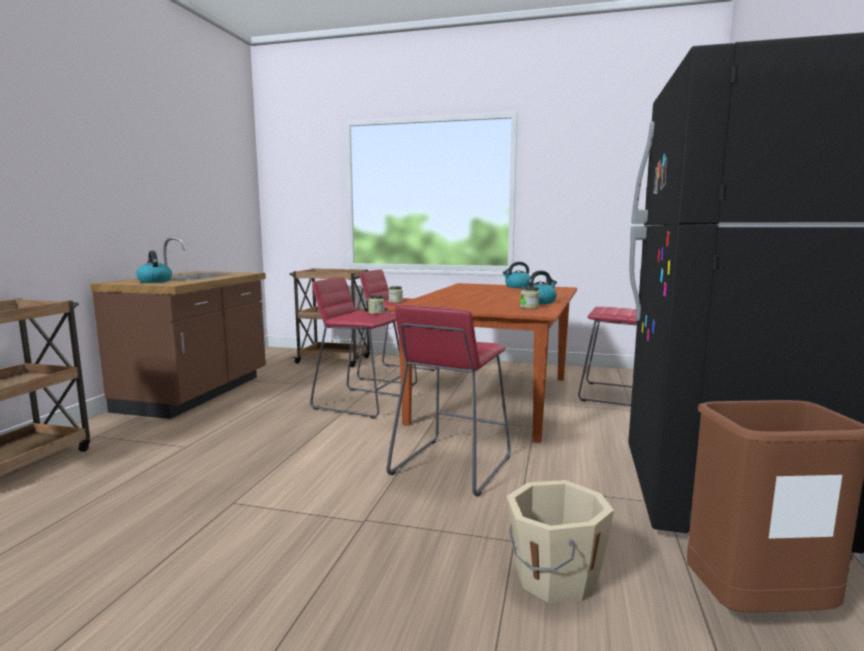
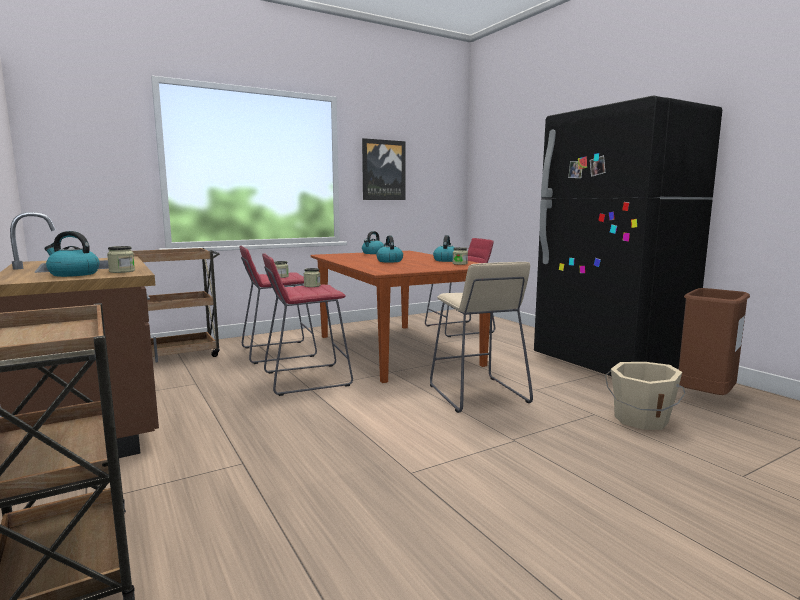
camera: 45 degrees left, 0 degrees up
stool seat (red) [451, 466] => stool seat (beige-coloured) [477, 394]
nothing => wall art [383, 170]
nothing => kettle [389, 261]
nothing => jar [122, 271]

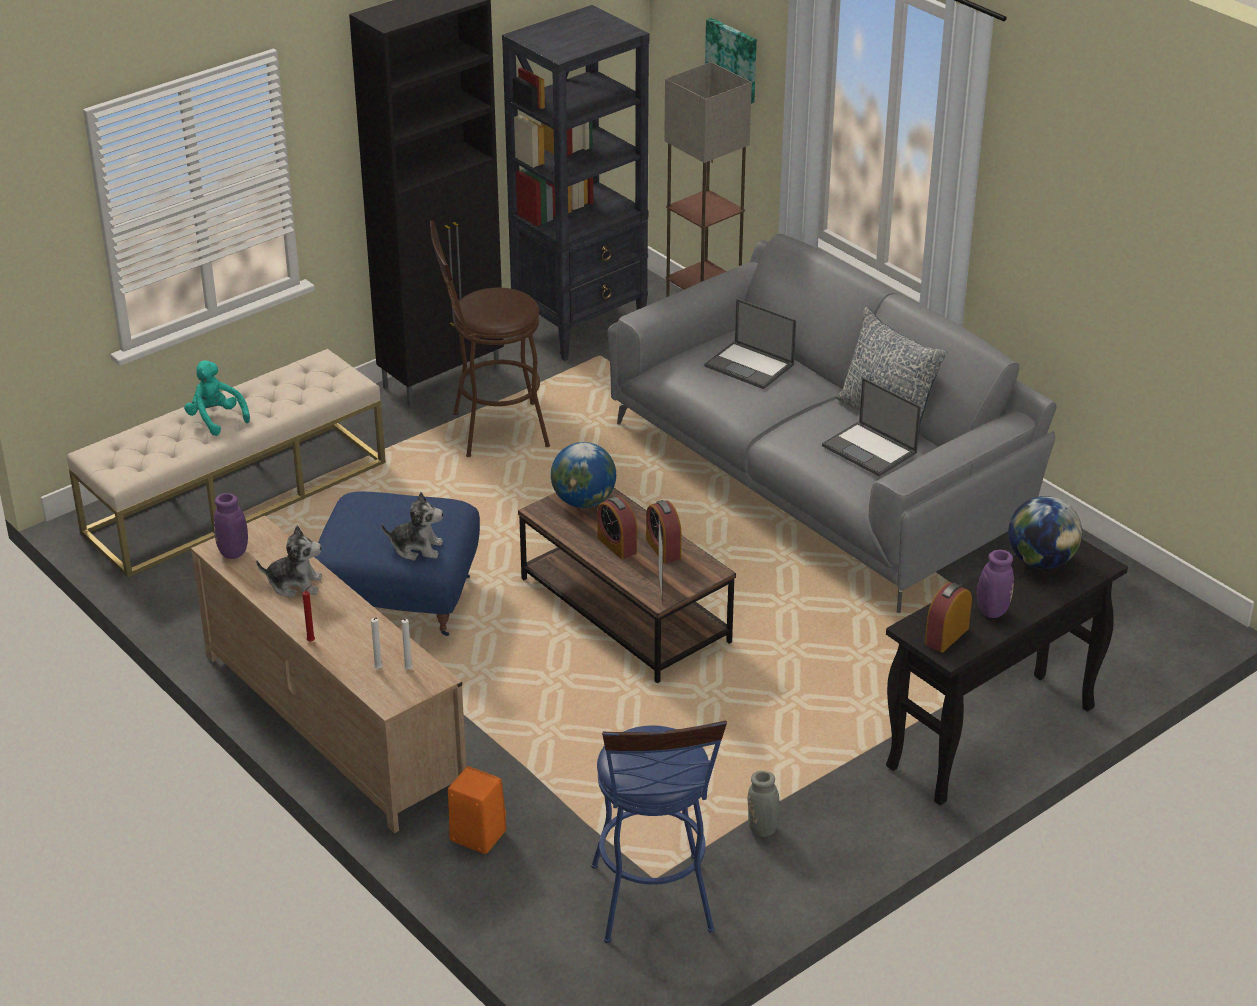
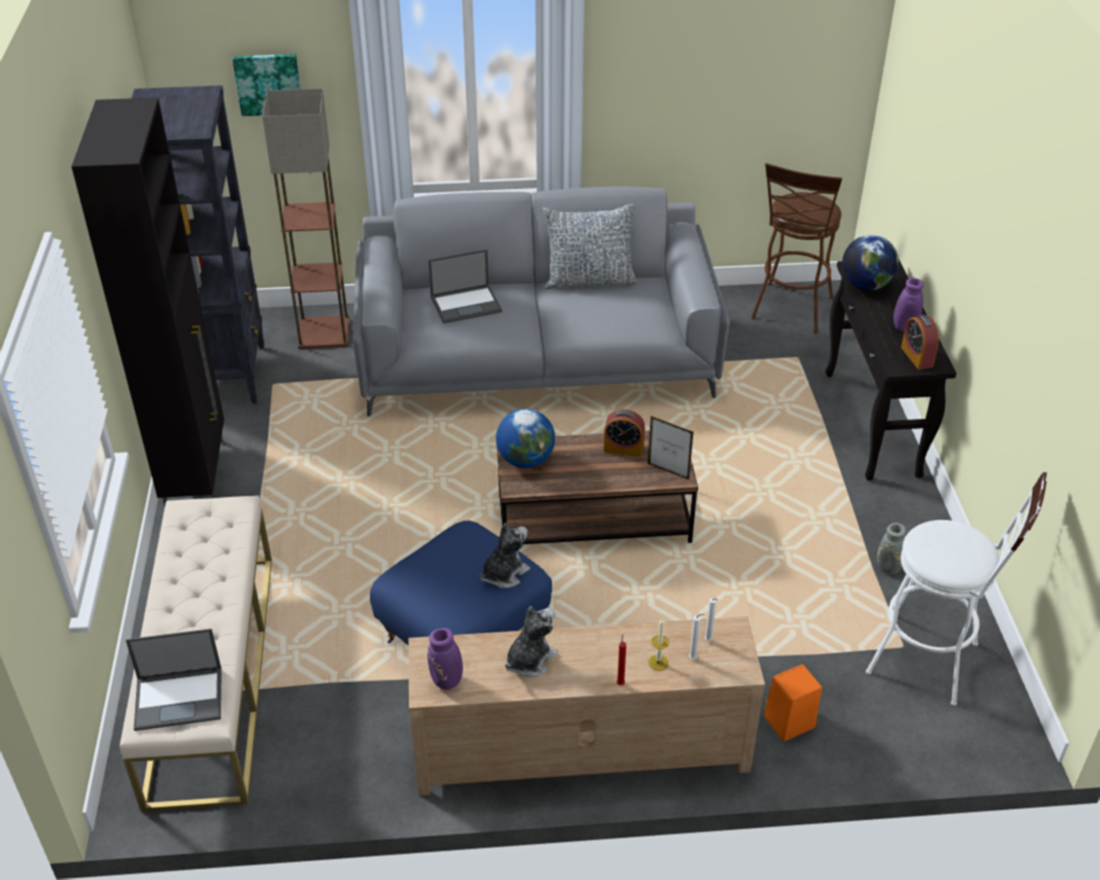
camera: 55 degrees left, 5 degrees up
stool seat (brown-coloured) [491, 431] => stool seat (brown-coloured) [790, 312], moved
soft toy (turquoise) [216, 419] => nothing
notebook computer [870, 450] => notebook computer [180, 698], moved
table clock [617, 545] => nothing
stool seat (blue) [654, 907] => stool seat (white) [933, 661]
nothing => wax candle [658, 662]

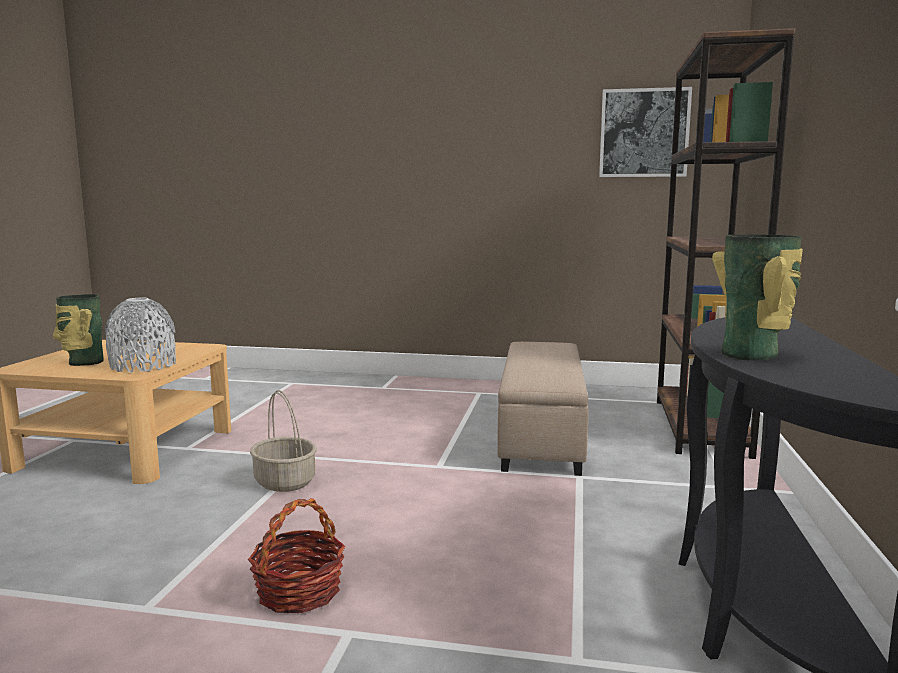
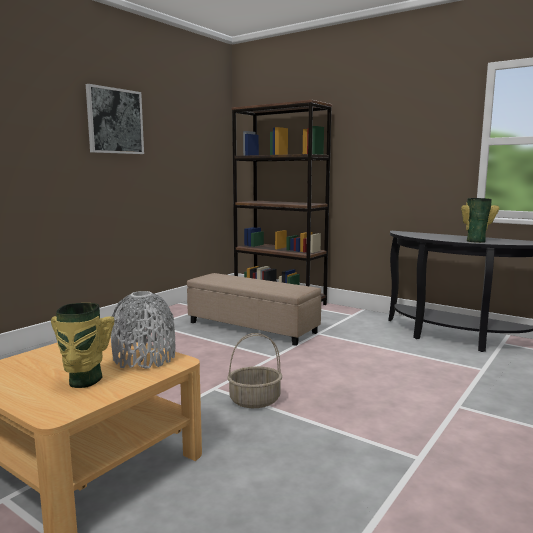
camera: 65 degrees left, 0 degrees up
wall art [644, 133] => wall art [115, 121], moved
storage basket [299, 592] => nothing

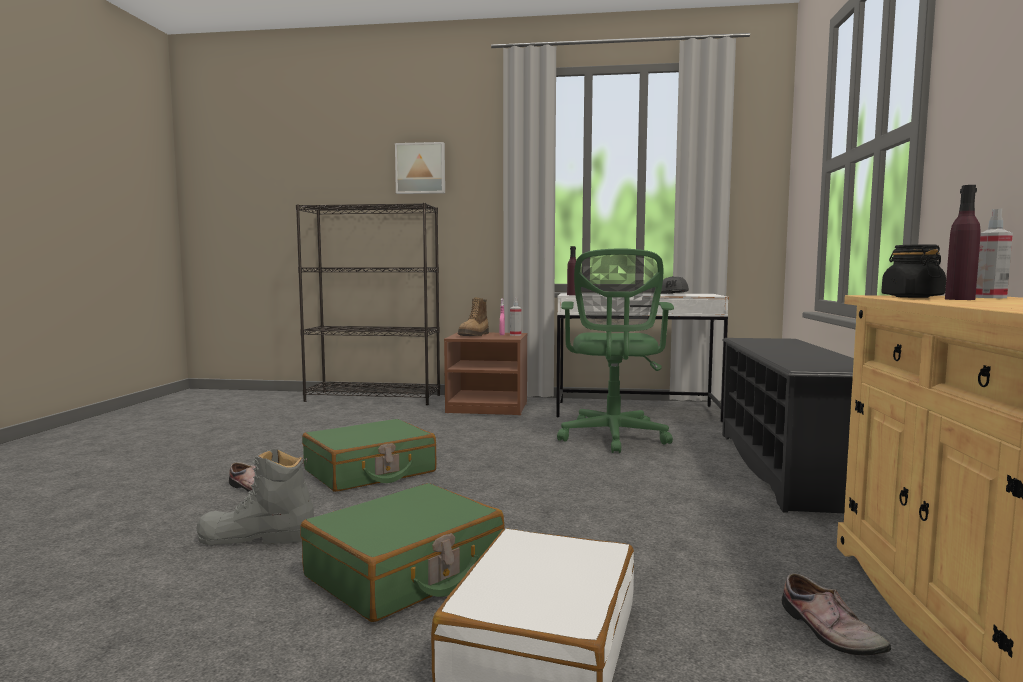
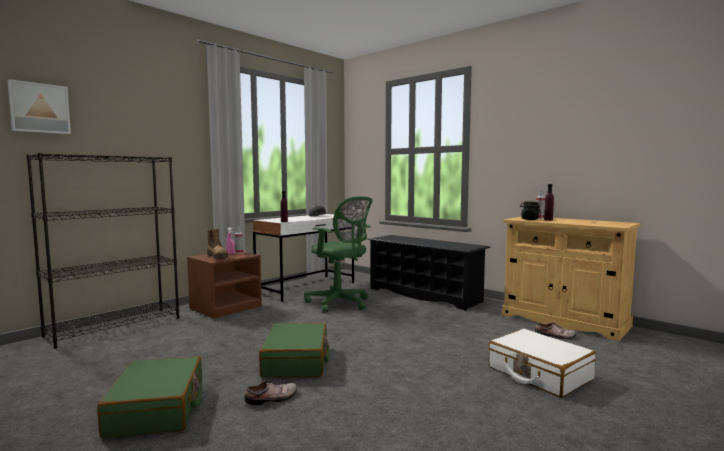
camera: 55 degrees left, 0 degrees up
wall art [420, 168] => wall art [39, 108], moved
tall boot (gray) [256, 537] => nothing
piece of luggage (green) [406, 572] => piece of luggage (green) [157, 409], moved

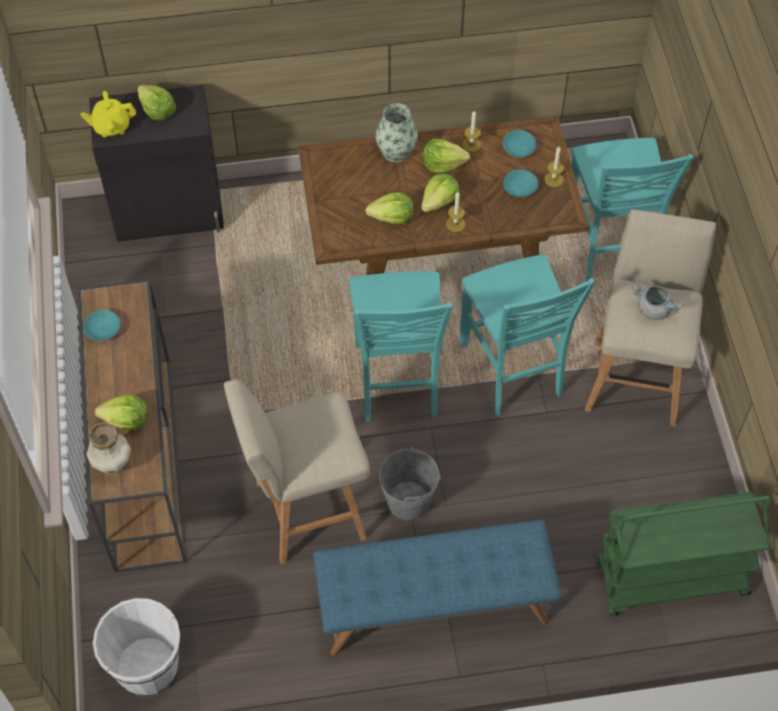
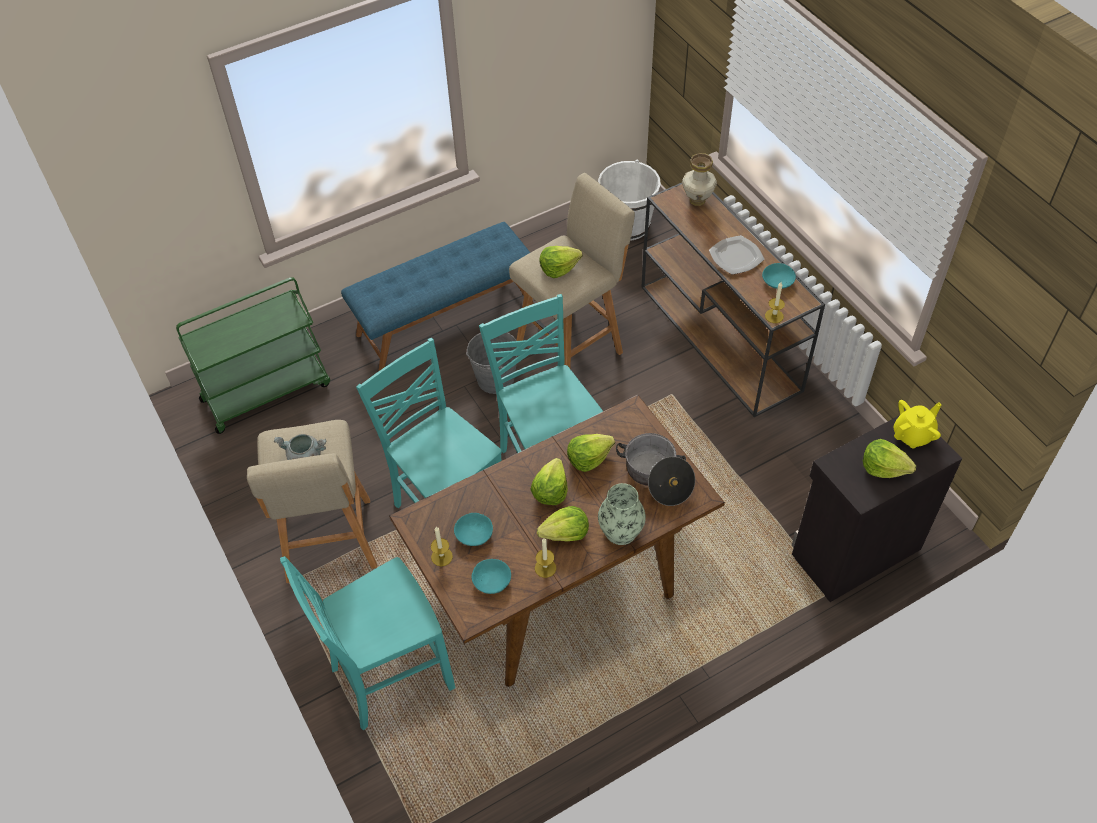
camera: 160 degrees right, 5 degrees down
plain chair (turquoise) [609, 249] => plain chair (turquoise) [388, 676], 90 degrees counterclockwise
wax candle [455, 224] => wax candle [774, 316], moved
lettuce head [126, 420] => lettuce head [558, 268], moved
nothing => plate [735, 256]
nothing => cooking pot [656, 477]

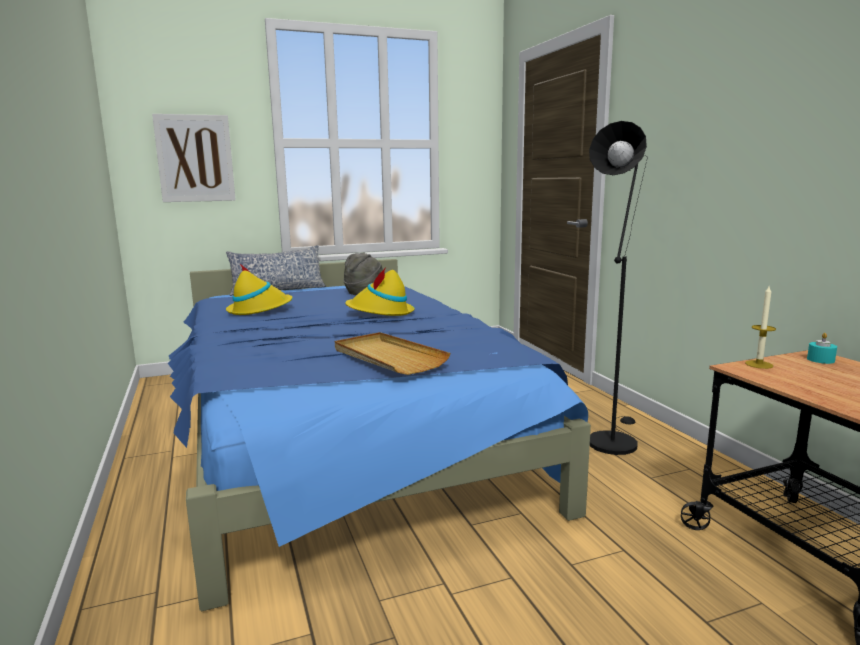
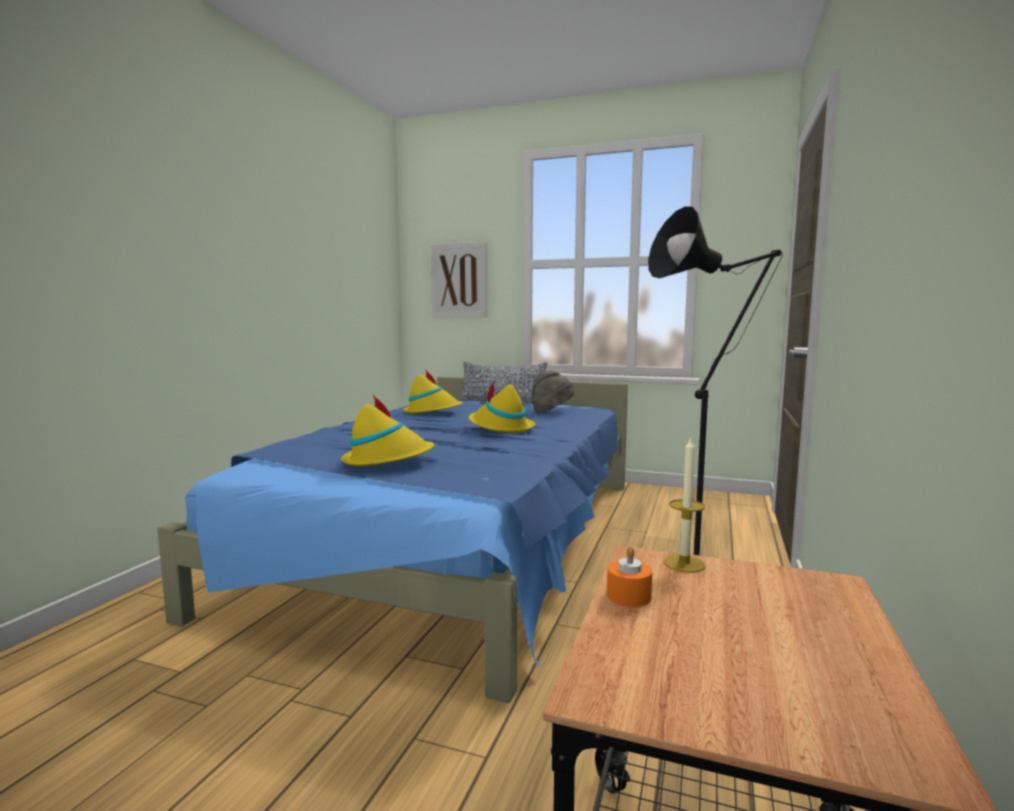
camera: 40 degrees right, 5 degrees down
carrying tray (beige-coloured) [388, 357] => clothing hat (yellowish) [387, 460]
wax candle (turquoise) [820, 360] => nothing
nothing => wax candle (orangey) [628, 596]

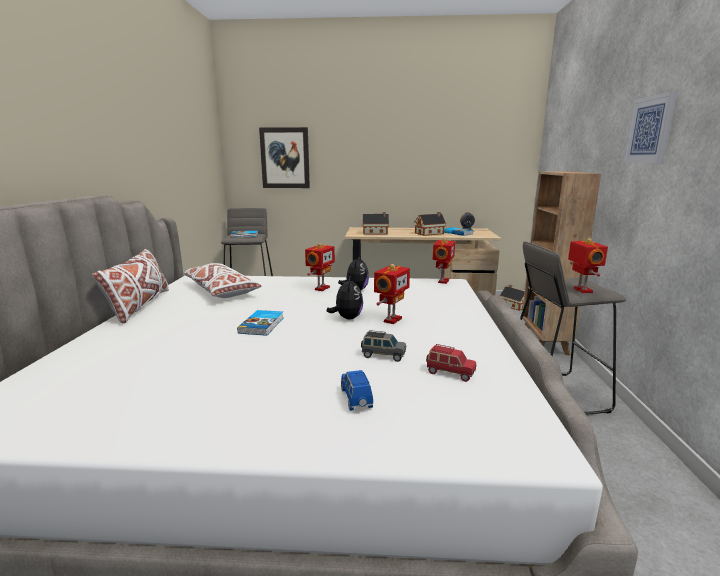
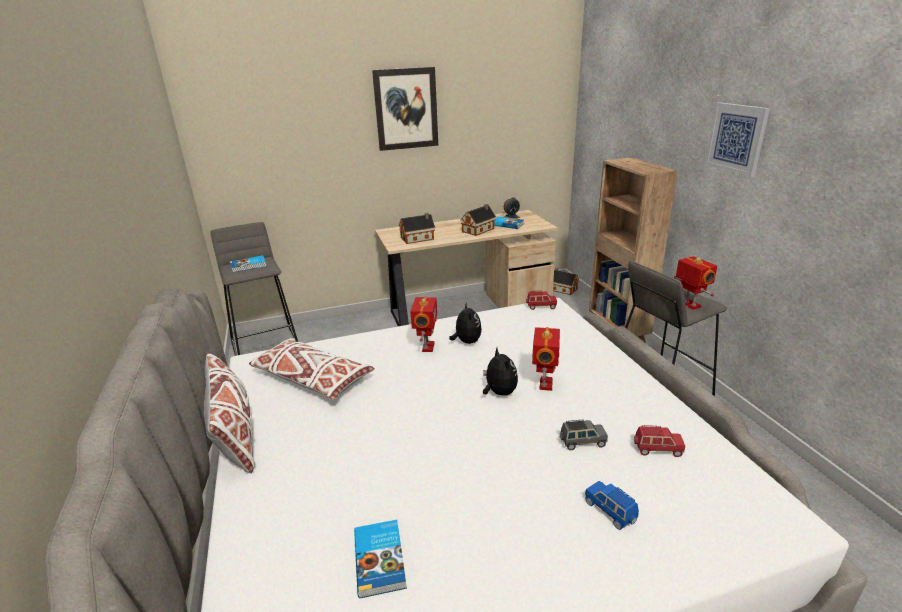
camera: 20 degrees left, 10 degrees up
wall art [285, 158] => wall art [406, 109], moved
robot figure [442, 281] => toy car (red) [541, 306]
book [262, 325] => book [381, 559], moved

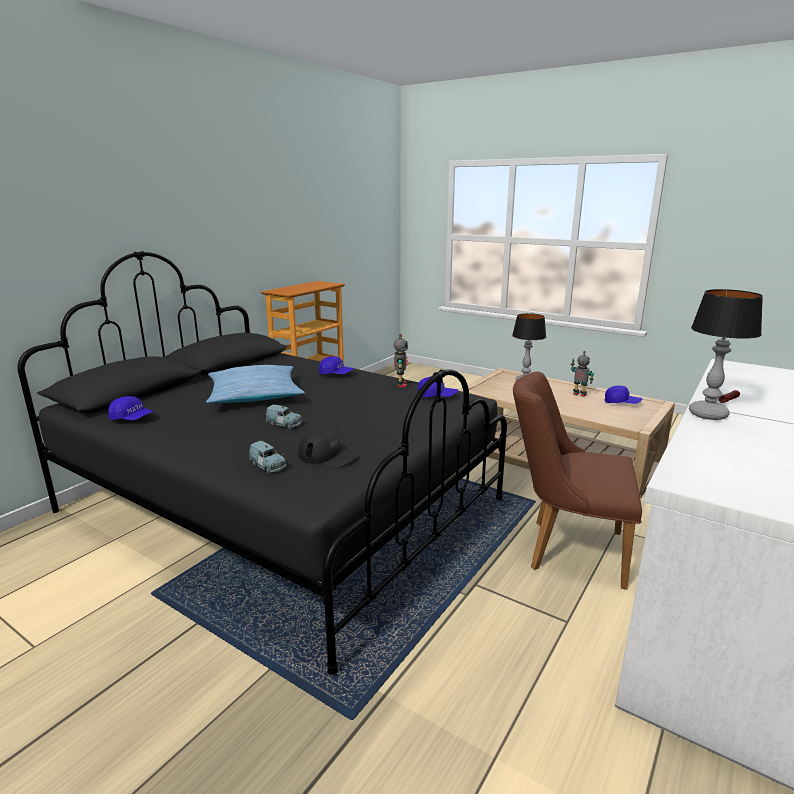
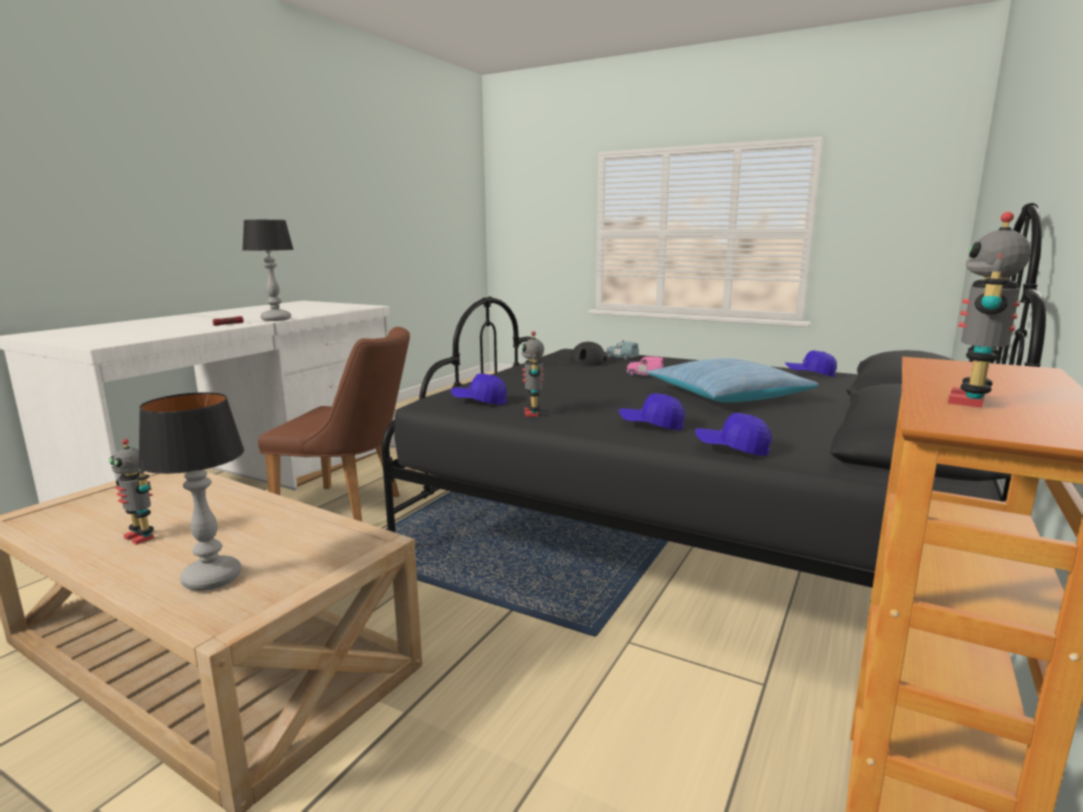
camera: 175 degrees right, 5 degrees down
cap (blue) [622, 403] => cap (blue) [732, 448], moved
toy car (blue) [284, 424] => toy car (pinkish) [644, 375]
nothing => robot figure [971, 401]

